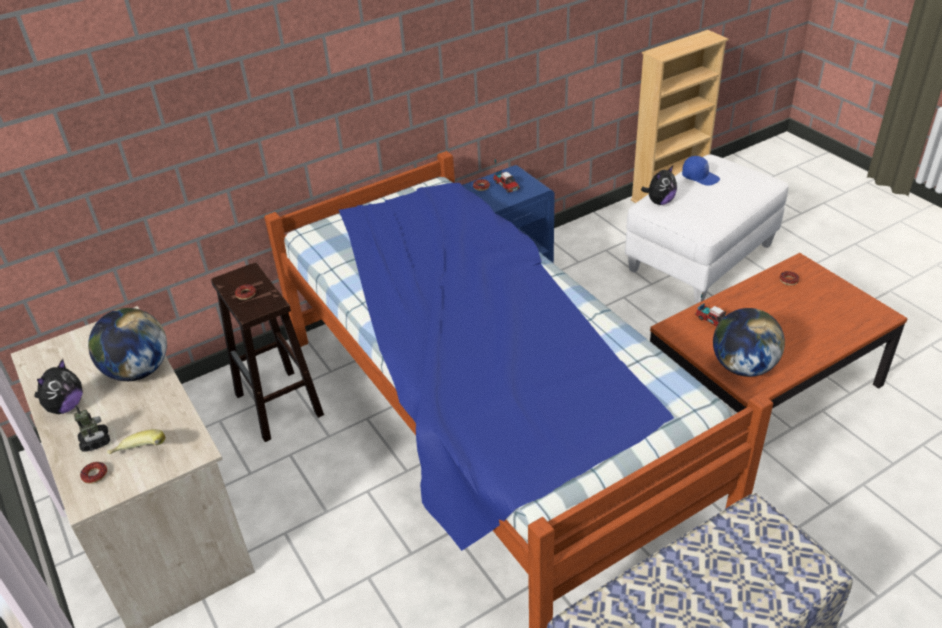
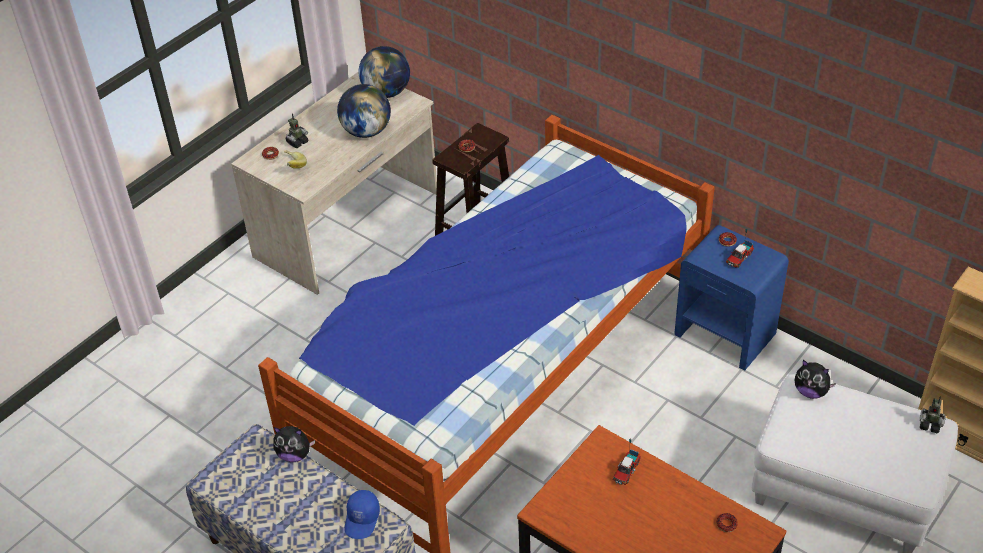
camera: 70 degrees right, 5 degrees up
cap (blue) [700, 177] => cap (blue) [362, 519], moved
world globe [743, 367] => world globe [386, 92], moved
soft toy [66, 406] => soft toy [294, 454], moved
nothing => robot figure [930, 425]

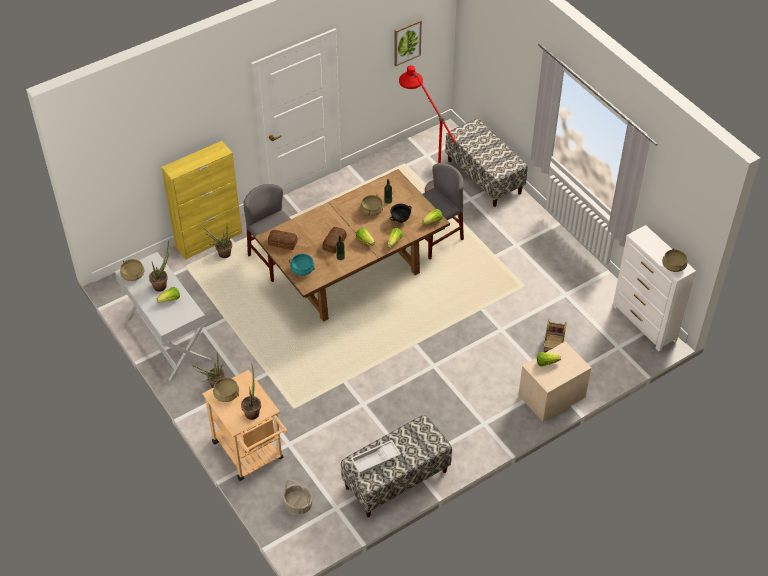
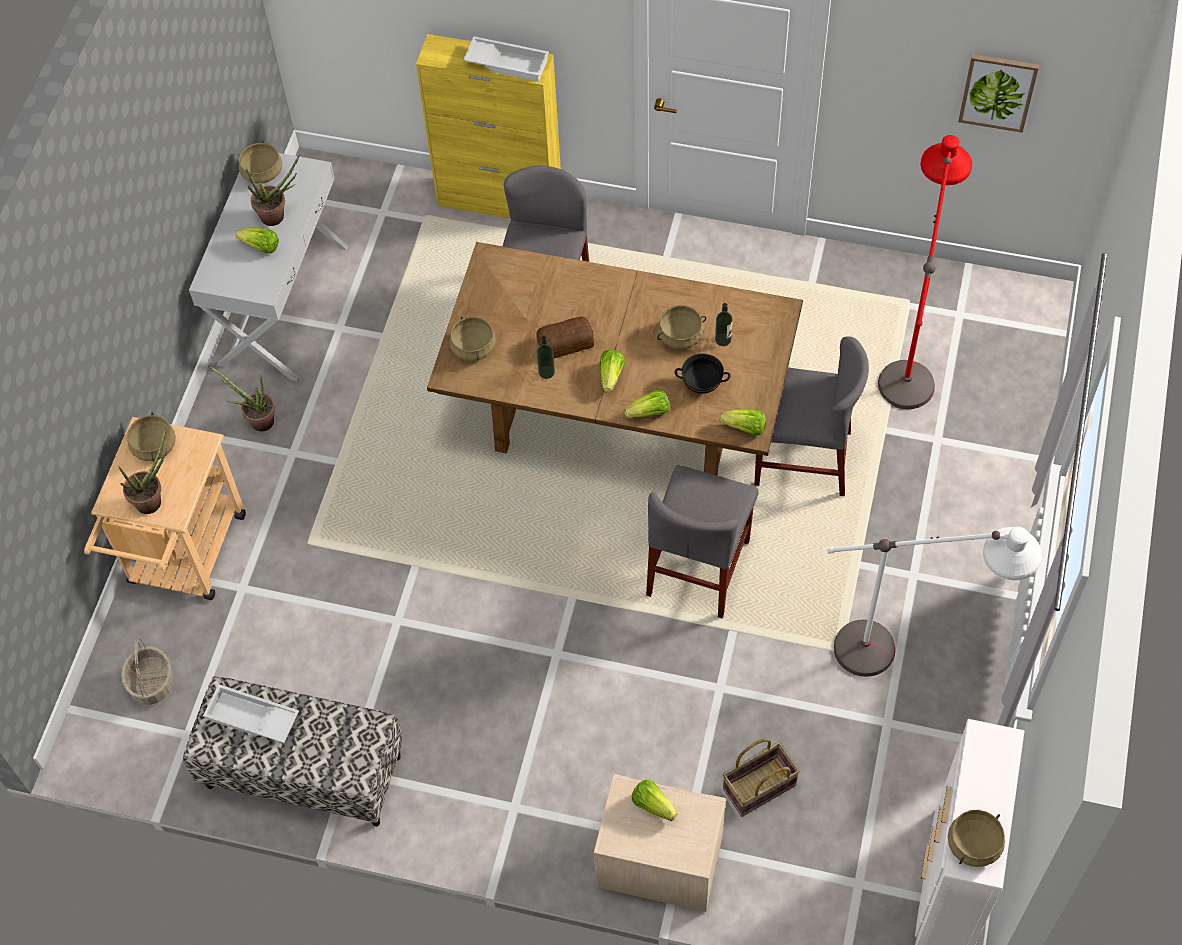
camera: 50 degrees right, 10 degrees up
indoor bench [484, 177] => nothing
plant in a pot [222, 254] => nothing
baked bread [283, 243] => nothing
cooking pot (turquoise) [302, 270] => cooking pot (beige-coloured) [473, 347]
nothing => carrying tray (white) [508, 62]
nothing => plain chair (gray) [698, 568]
nothing => floor lamp (white) [908, 657]

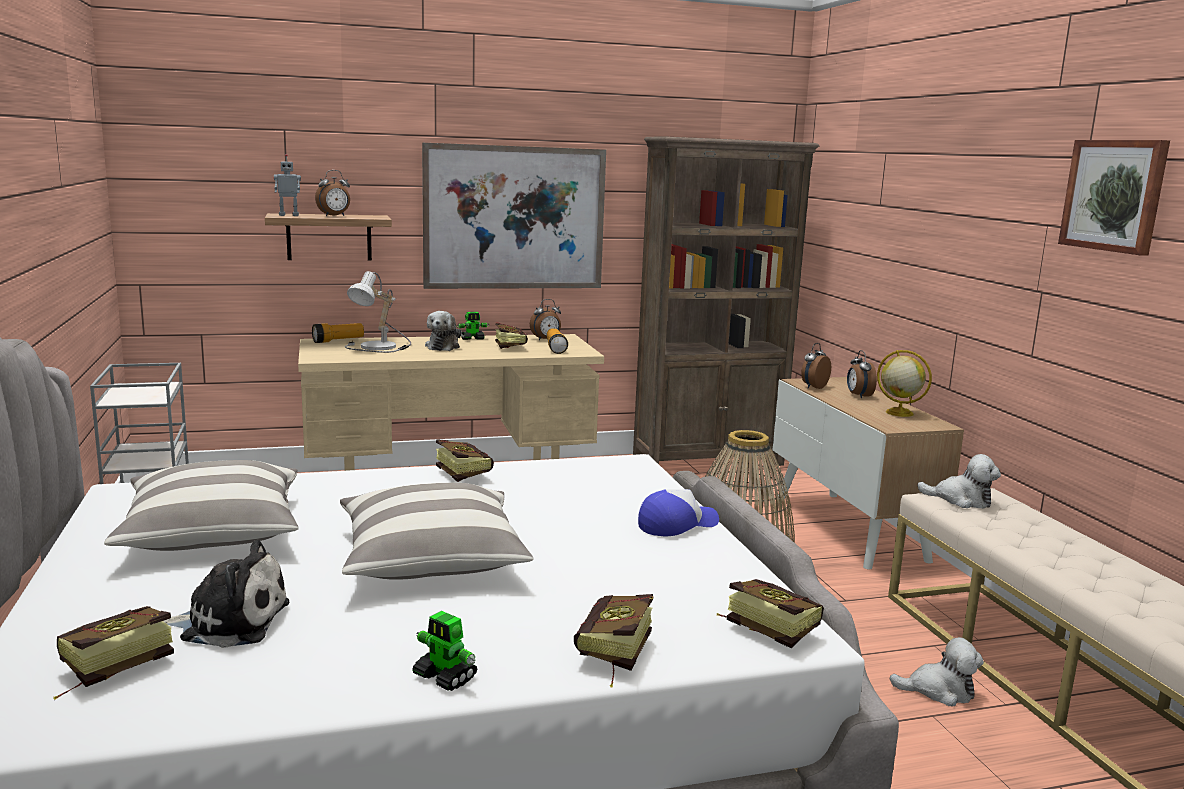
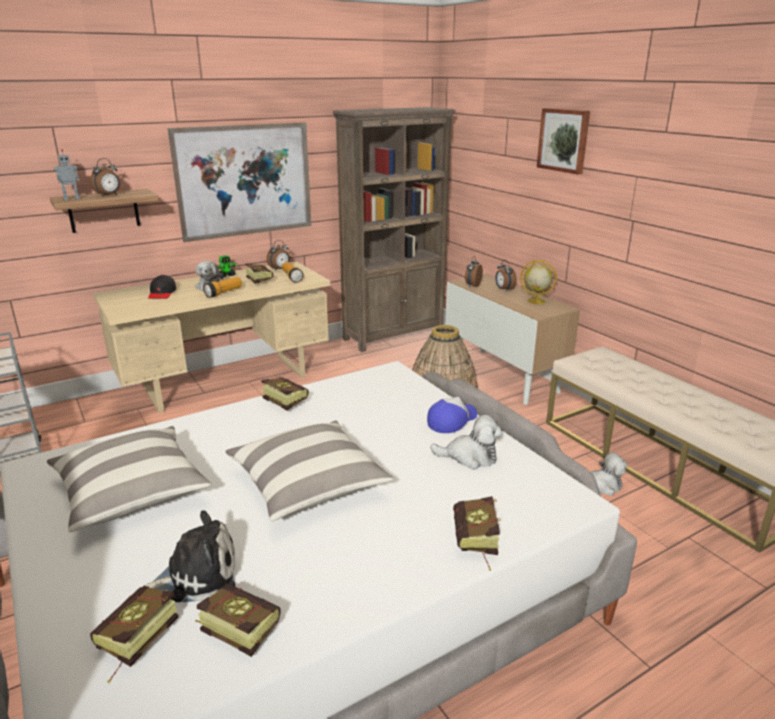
camera: 15 degrees left, 10 degrees up
wall art [1114, 195] => wall art [564, 140], moved
lamp for a table [380, 347] => cap (blackish) [162, 293]
torch [338, 341] => torch [223, 293], moved
soft toy [961, 500] => soft toy [470, 457], moved
book [764, 628] => book [234, 629], moved
robot figure [445, 677] => nothing

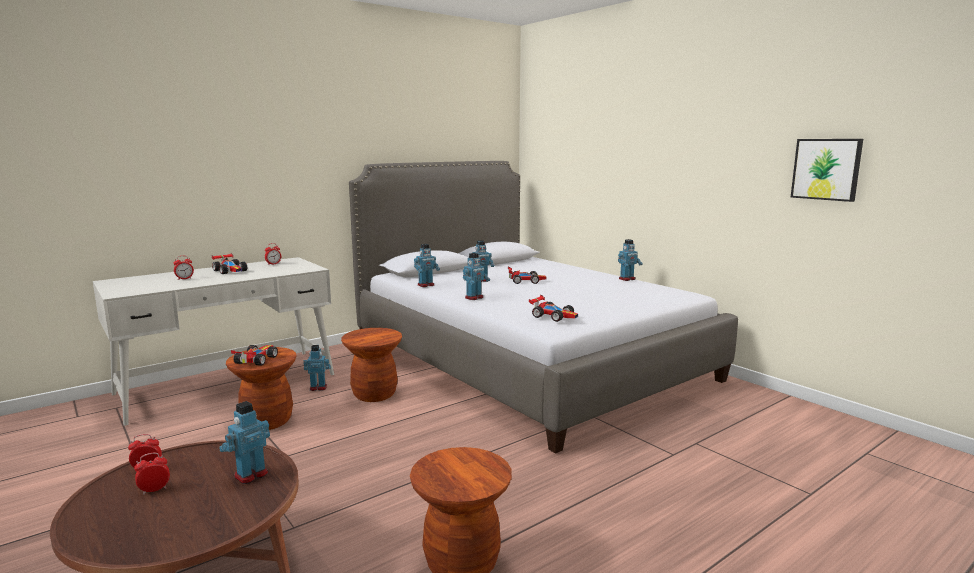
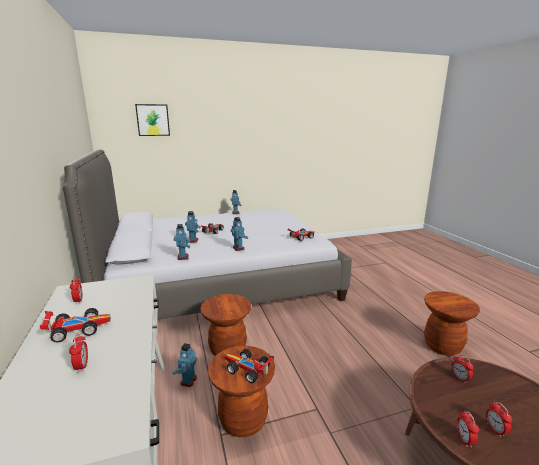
camera: 70 degrees left, 5 degrees up
wall art [826, 169] => wall art [153, 120], moved
robot figure [250, 475] => table clock [459, 378]

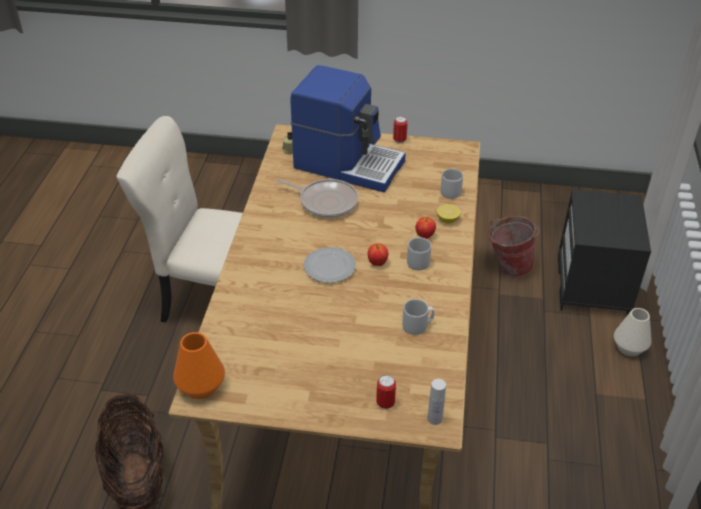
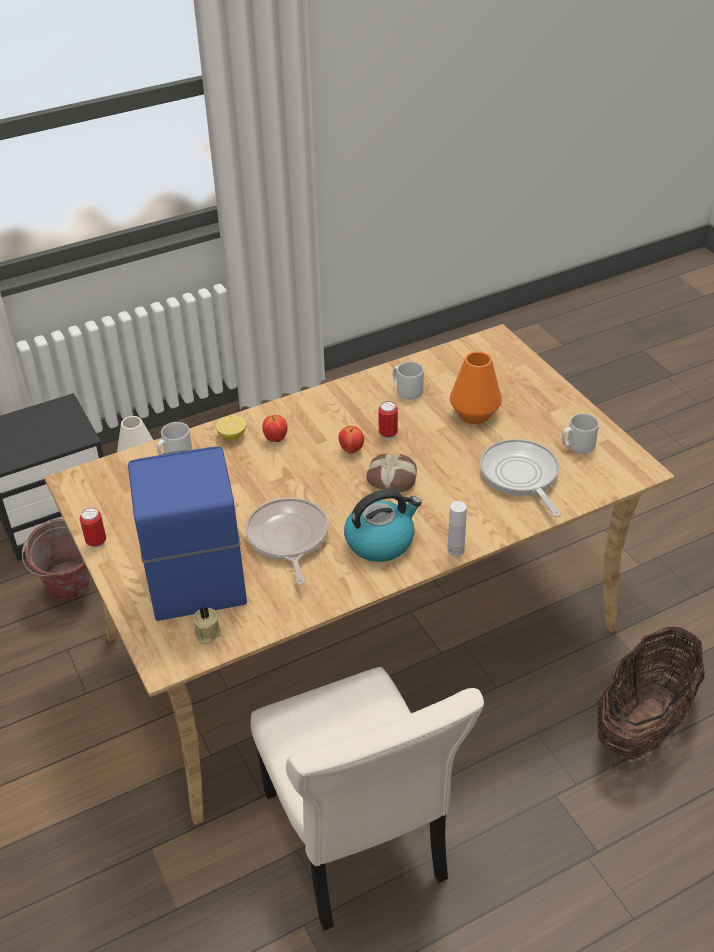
camera: 125 degrees left, 0 degrees up
mug (gray) [419, 261] => mug (gray) [577, 446], moved
plate [330, 267] => baked bread [392, 477]
vase (orangey) [201, 386] => vase (orangey) [474, 414], moved
metal can [385, 403] => metal can [388, 434], moved
drink bottle (white) [434, 419] => drink bottle (white) [455, 550], moved
nothing => pan [520, 476]
nothing => kettle [380, 541]

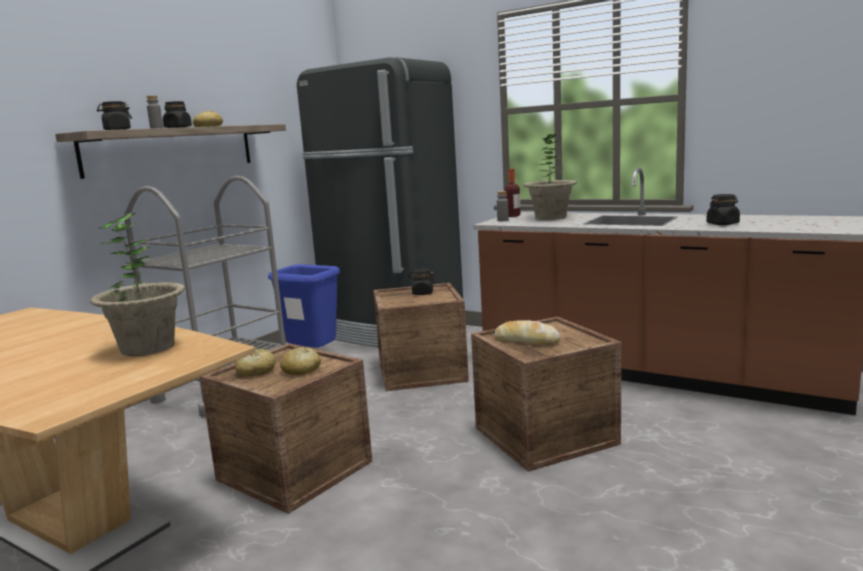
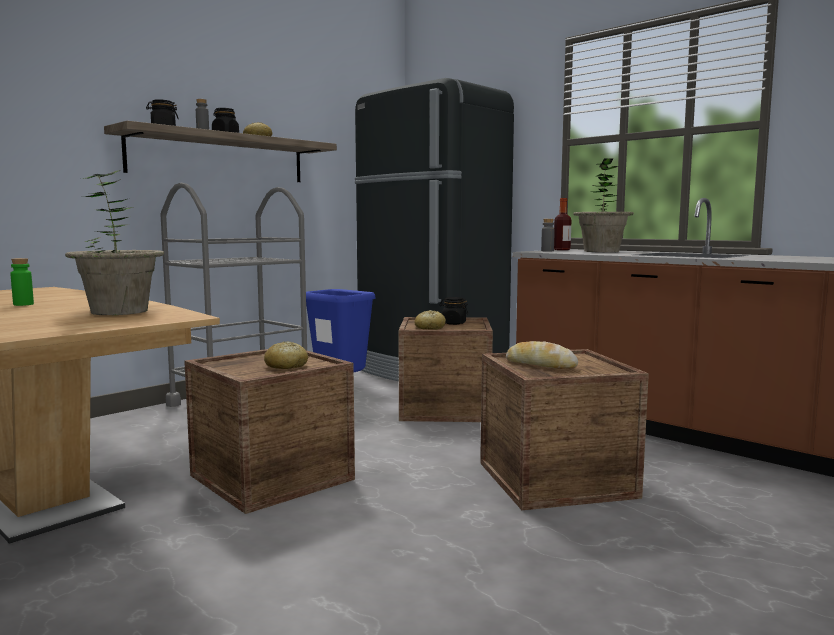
camera: 10 degrees right, 5 degrees down
jar (blackish) [722, 224] => nothing
baked bread [256, 371] => baked bread [430, 328], moved
nothing => drink bottle (green) [23, 304]

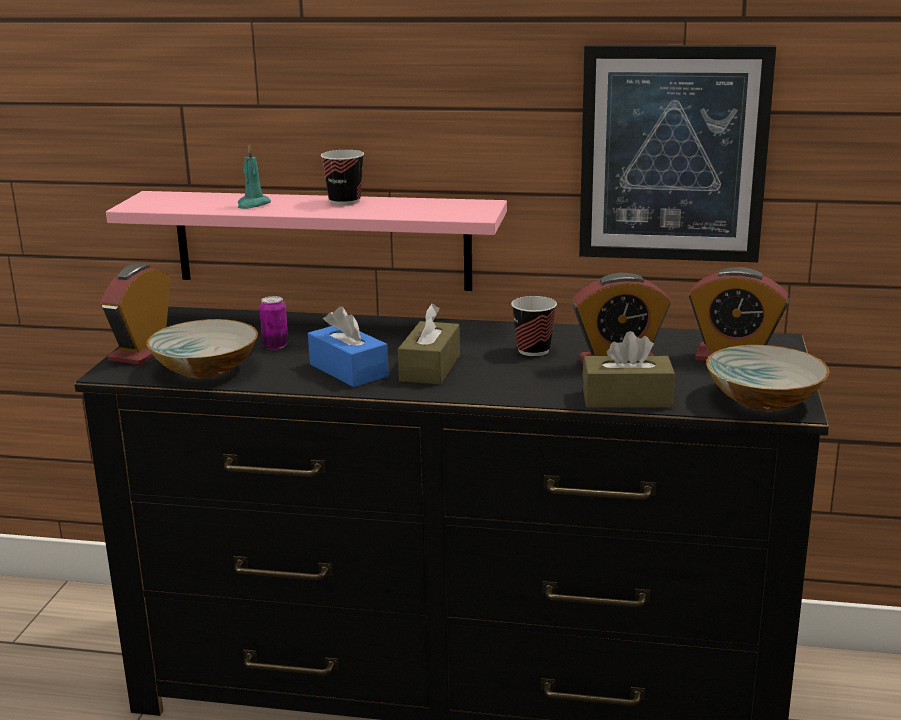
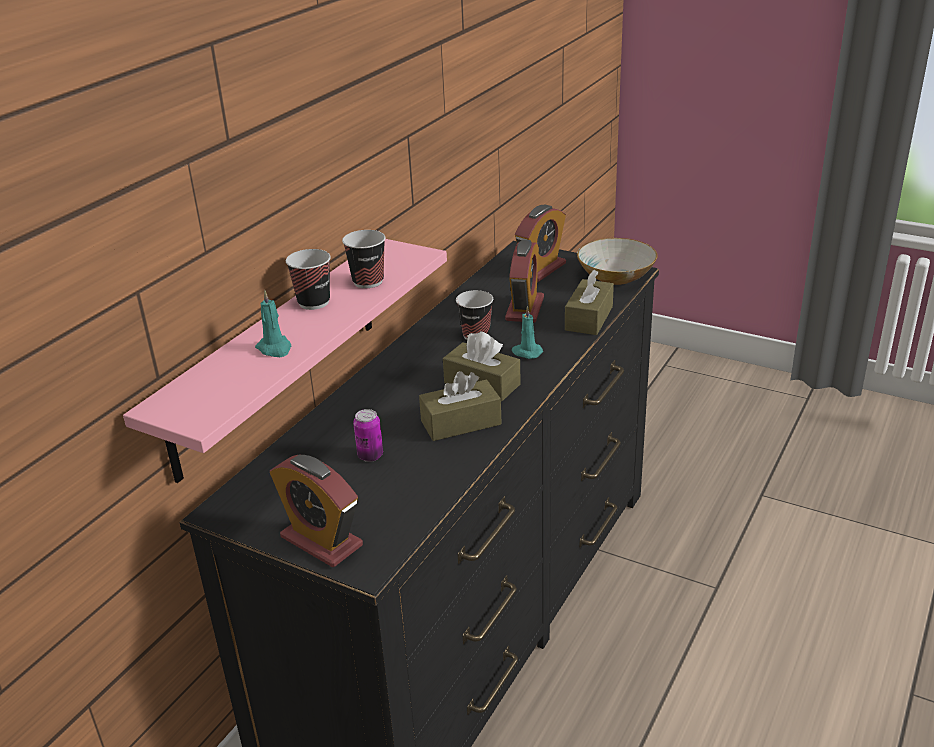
camera: 70 degrees left, 10 degrees up
wall art [673, 154] => nothing
box of tissues (blue) [348, 370] => box of tissues (brown-coloured) [461, 423]
bowl [205, 369] => nothing
nothing => drinking cup [368, 281]
nothing => wax candle (turquoise) [526, 352]

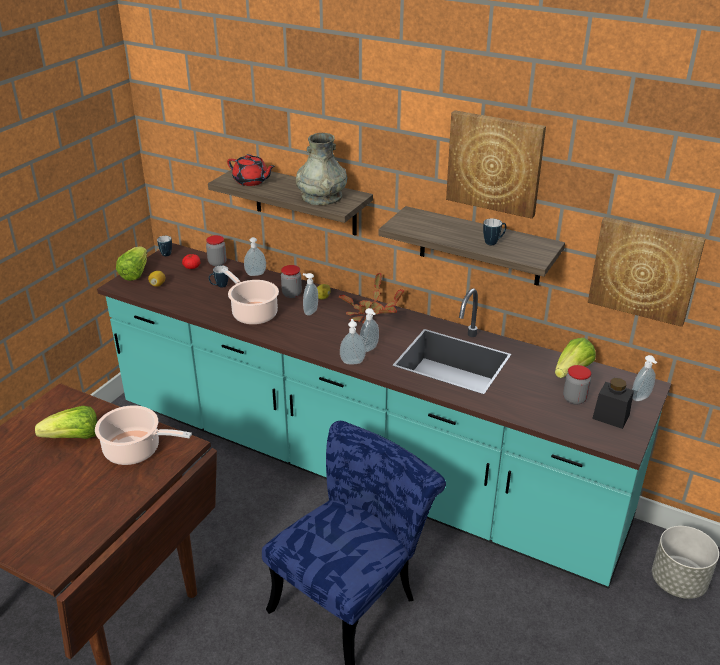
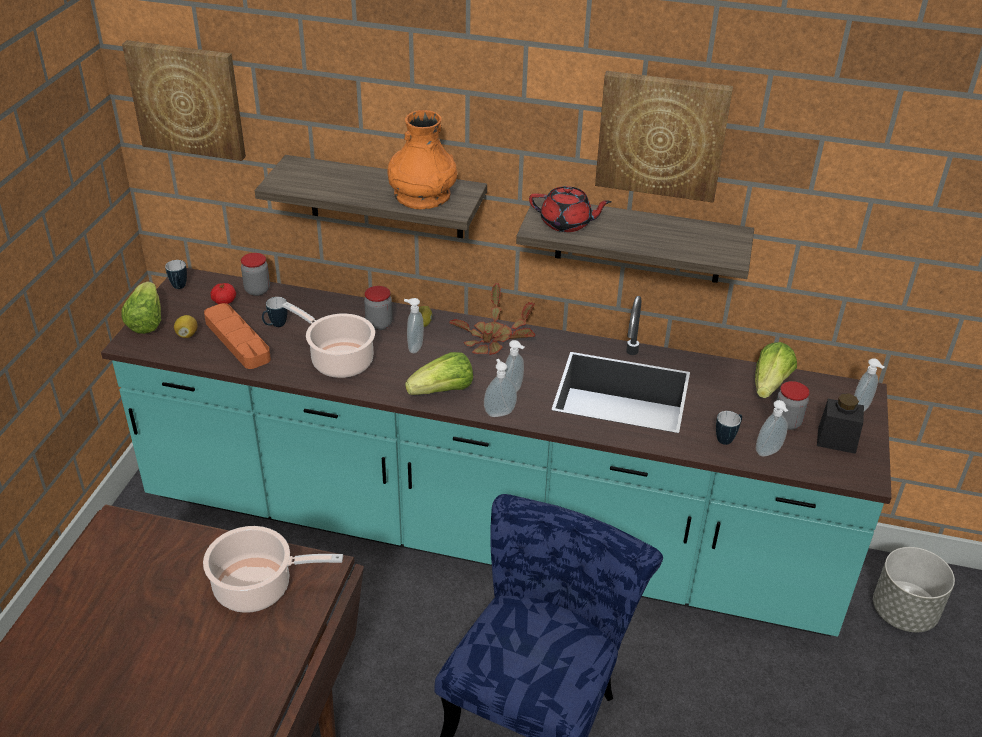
camera: 15 degrees left, 5 degrees up
vase (gray) [321, 196] => vase (orangey) [422, 195]
pot for tea (red) [251, 181] => pot for tea (red) [567, 223], moved
wall art [644, 270] => wall art [187, 99], moved
mug [493, 242] => mug [727, 438], moved
soap bottle [256, 275] => soap bottle [769, 453], moved
lettuce head [73, 438] => lettuce head [443, 391], moved
nothing => carrying tray (orangey) [237, 340]

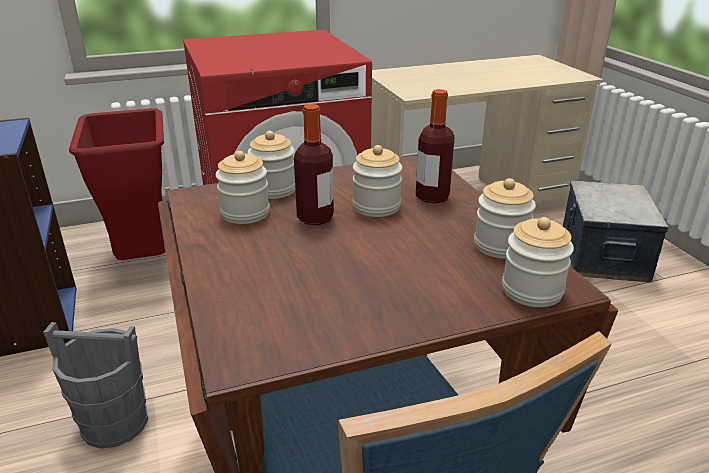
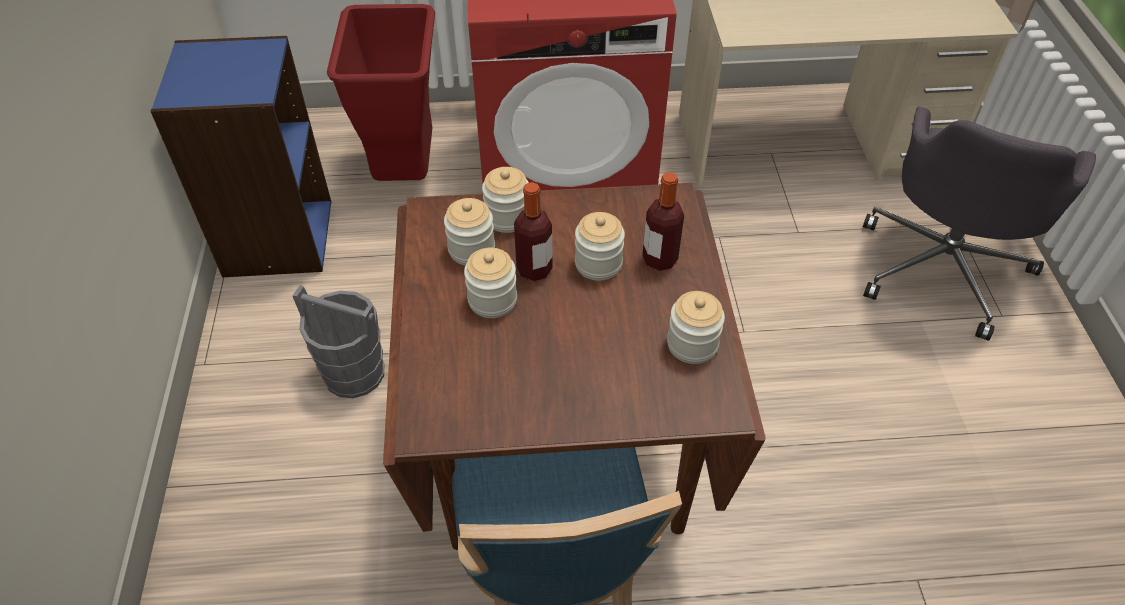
camera: 15 degrees right, 20 degrees up
storage box [602, 256] => desk chair (gray) [942, 267]
jar [532, 290] => jar [492, 300], moved

